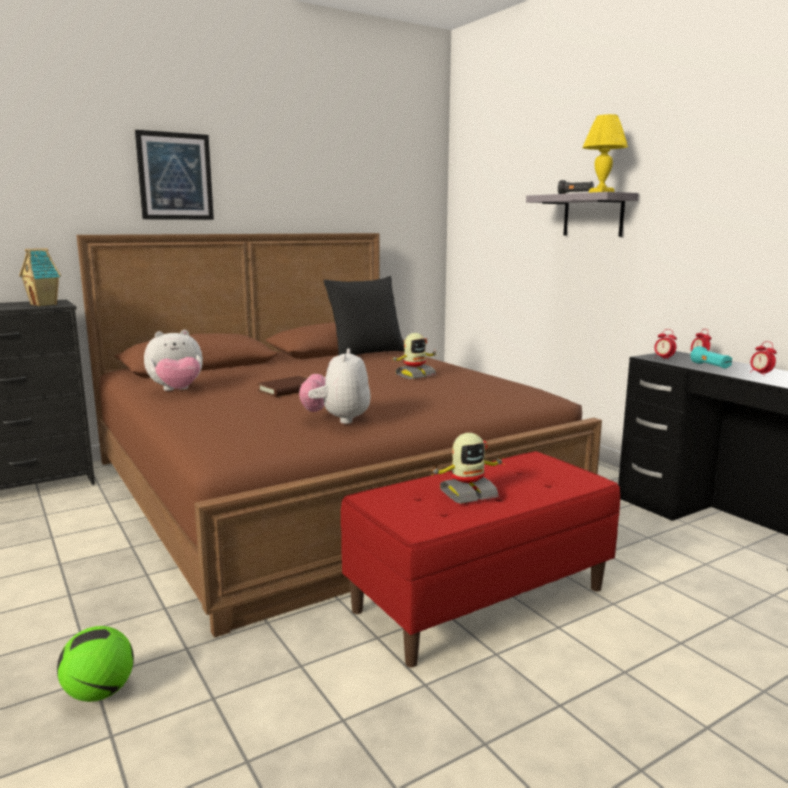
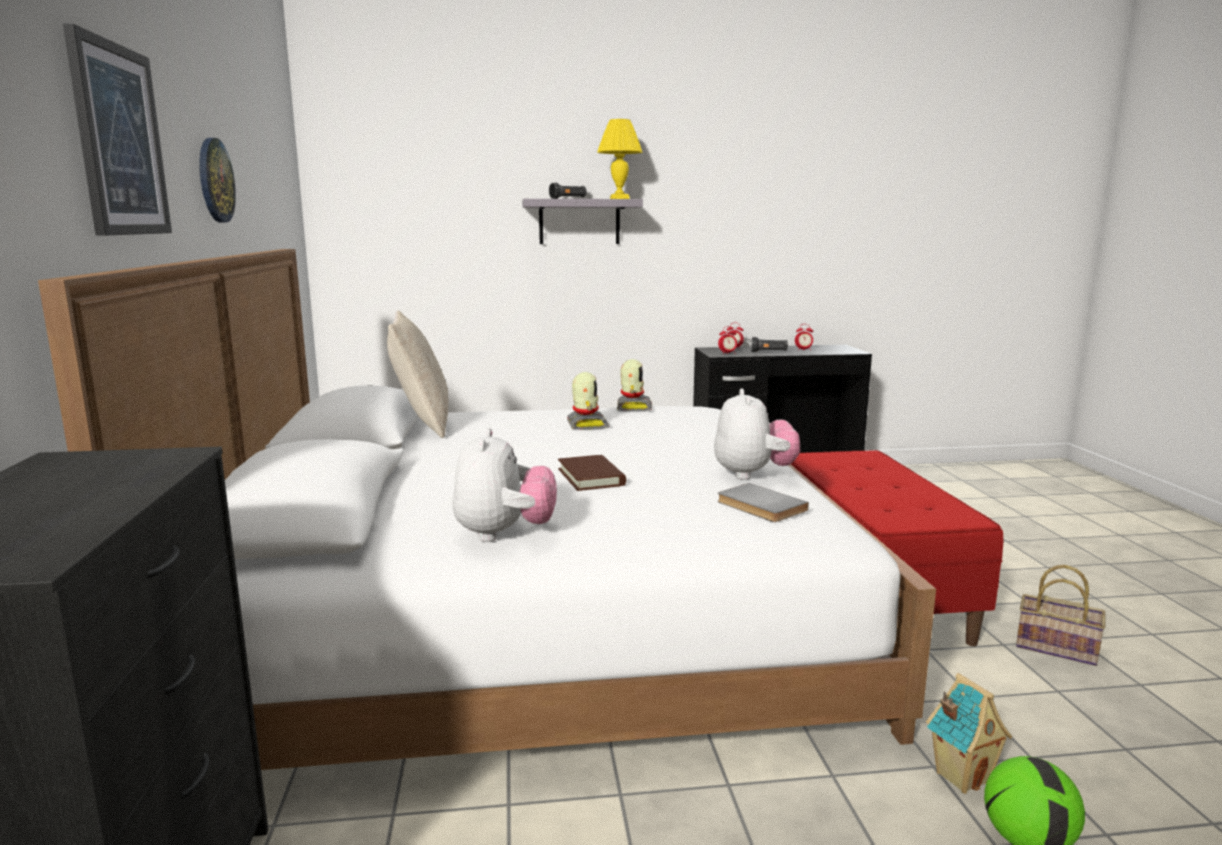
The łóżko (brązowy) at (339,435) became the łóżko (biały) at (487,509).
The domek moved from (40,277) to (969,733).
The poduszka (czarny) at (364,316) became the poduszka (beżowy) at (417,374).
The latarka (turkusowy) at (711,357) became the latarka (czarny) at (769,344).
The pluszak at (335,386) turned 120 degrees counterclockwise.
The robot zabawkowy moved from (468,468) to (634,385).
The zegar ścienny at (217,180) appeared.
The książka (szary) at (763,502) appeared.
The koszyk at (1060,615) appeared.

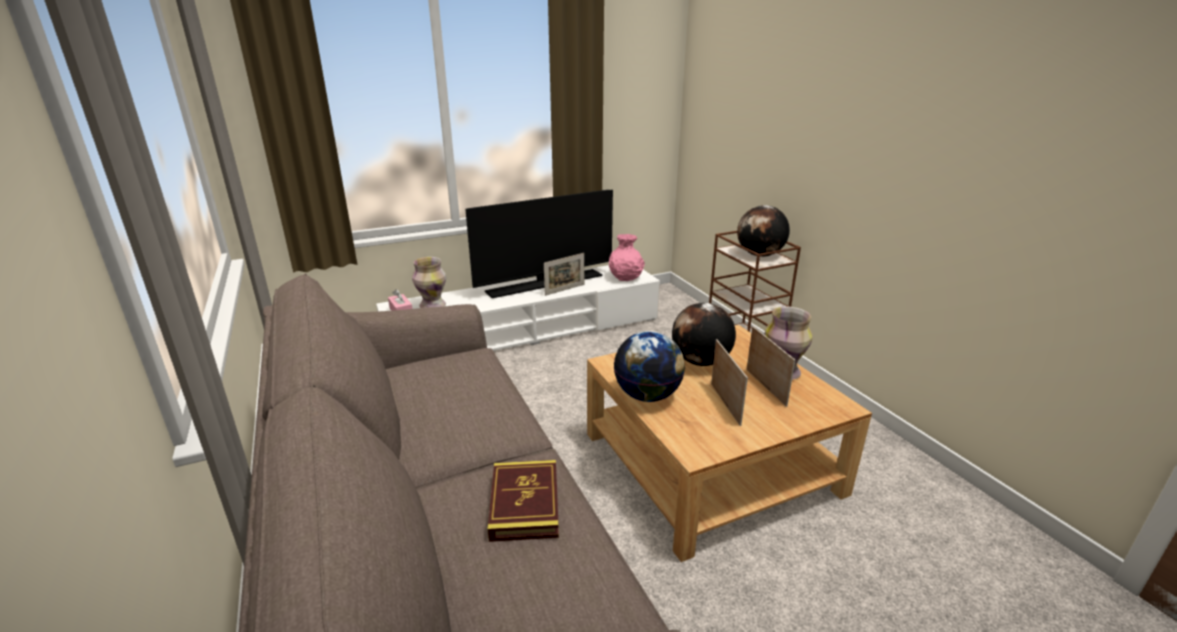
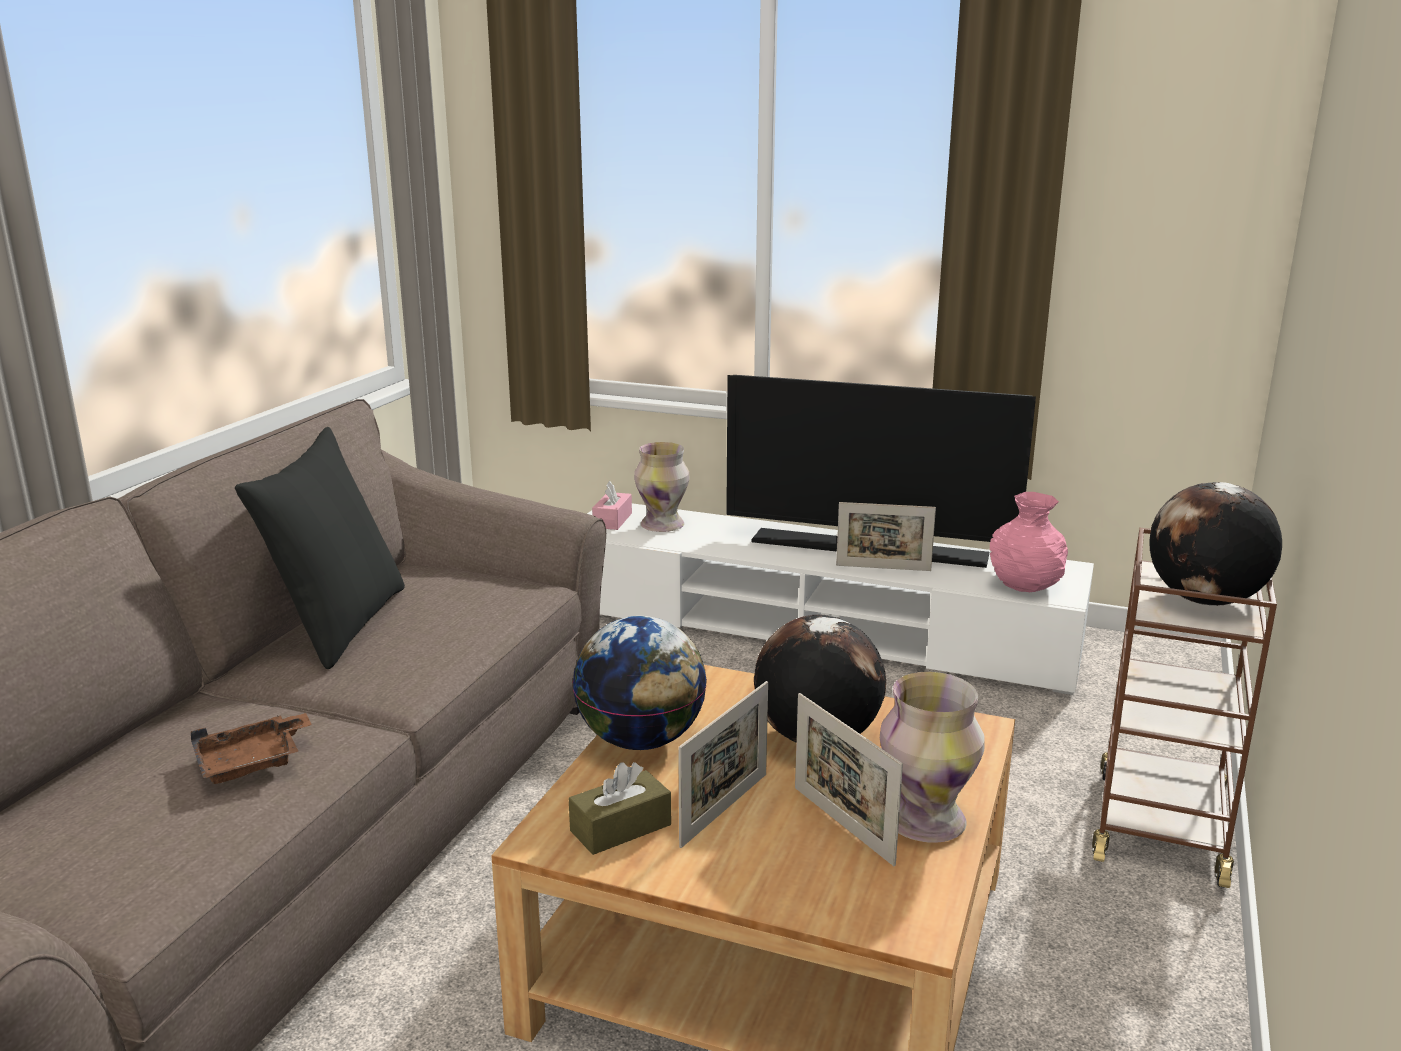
The ramka na zdjęcie at (771,366) turned 120 degrees clockwise.
The książka at (523,501) was replaced by the taca (brązowy) at (251,748).
The poduszka (czarny) at (320,548) appeared.
The pudełko chusteczek (brązowy) at (620,808) appeared.

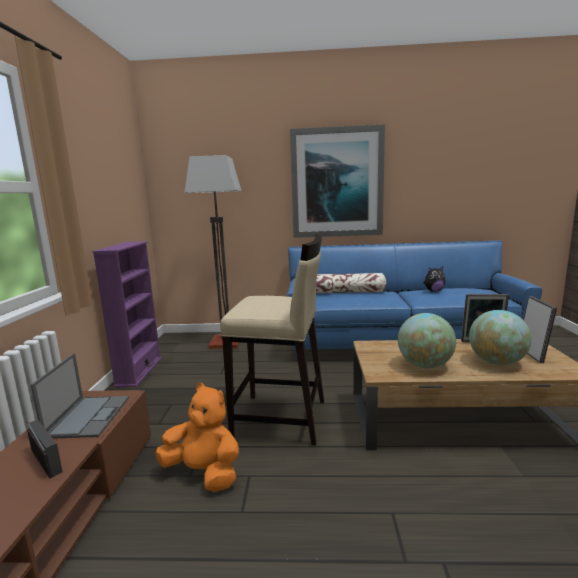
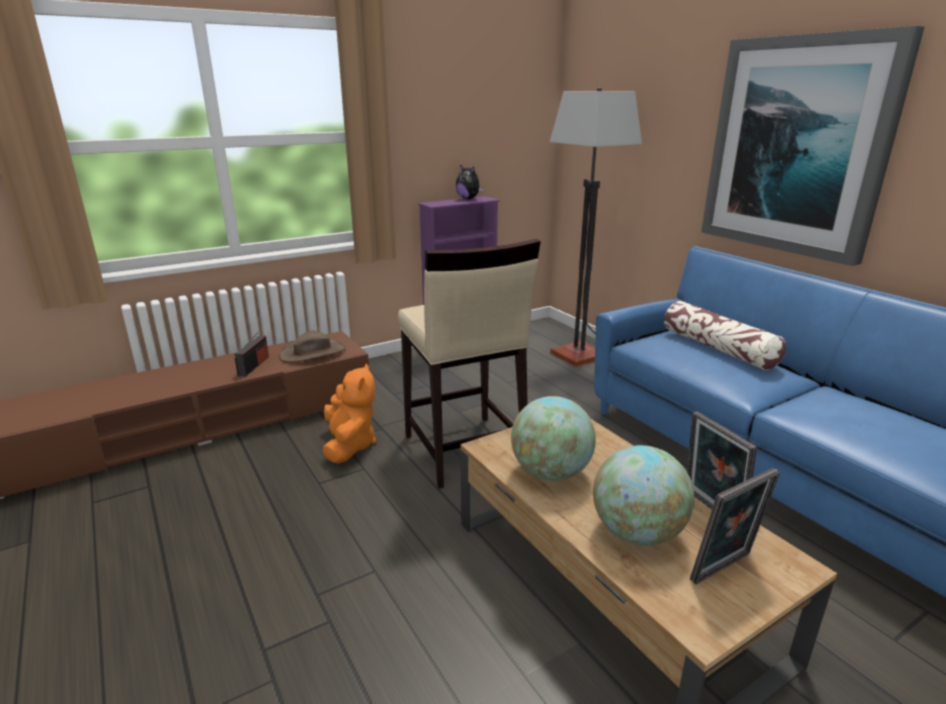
The pluszak moved from (434,279) to (470,181).
The laptop at (80,396) was replaced by the kapelusz (brązowy) at (312,347).

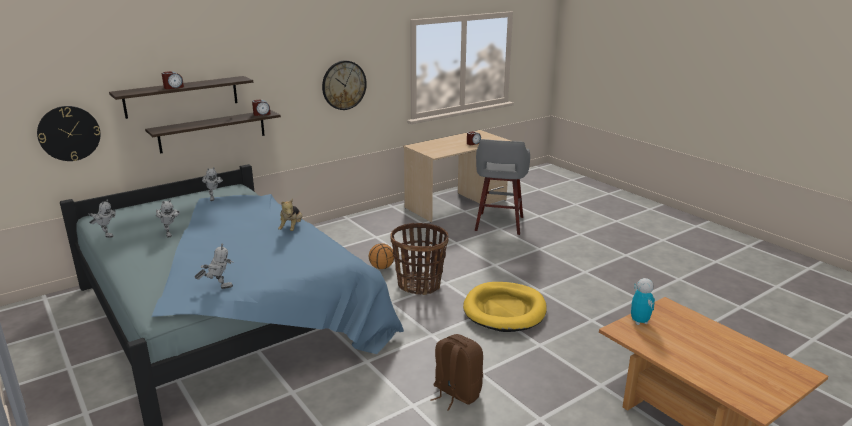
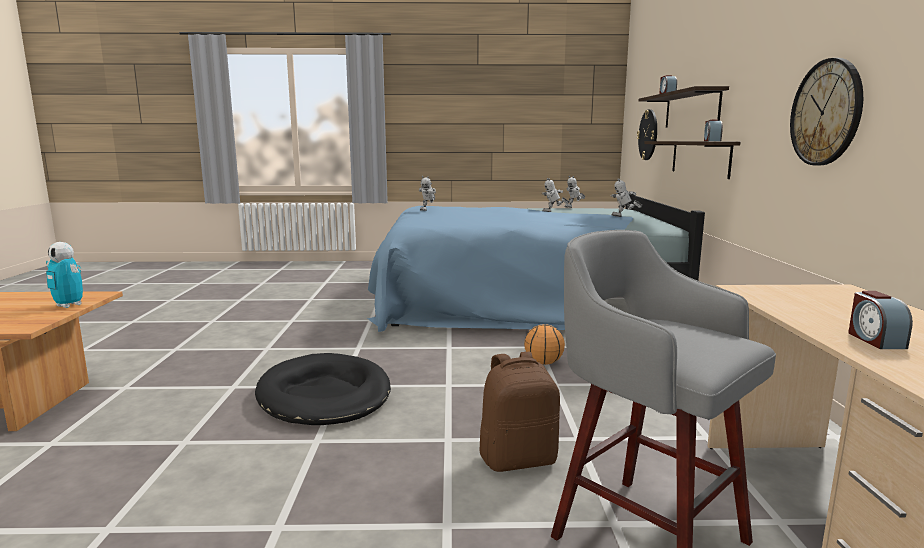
The pluszak at (290,215) disappeared.
The koszyk at (419,259) disappeared.
The legowisko (żółty) at (505,307) became the legowisko (czarny) at (323,389).
The plecak (brązowy) moved from (457,372) to (520,412).

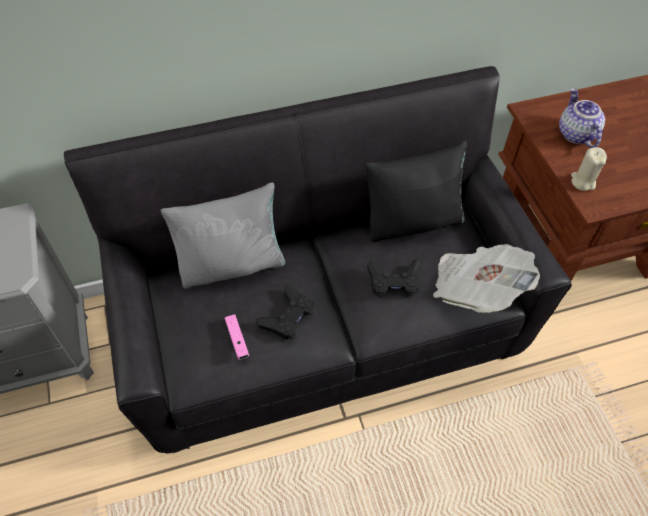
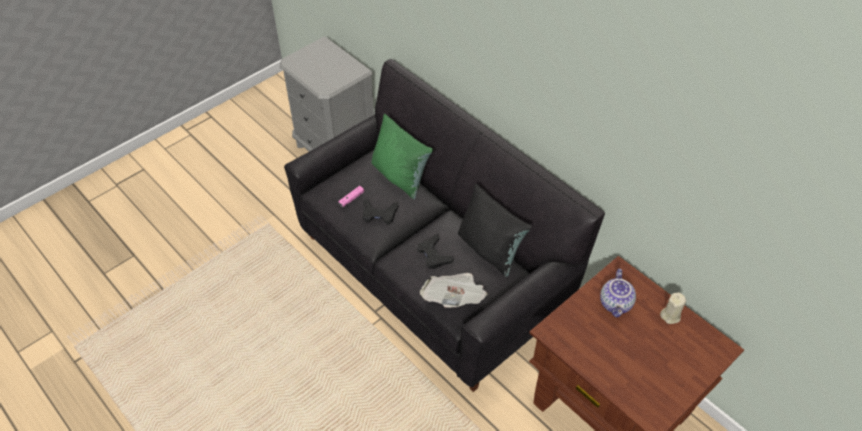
The imbryk at (582,118) turned 135 degrees clockwise.
The świeca (beżowy) moved from (589,169) to (673,308).
The poduszka (szary) at (223,235) became the poduszka (zielony) at (402,156).

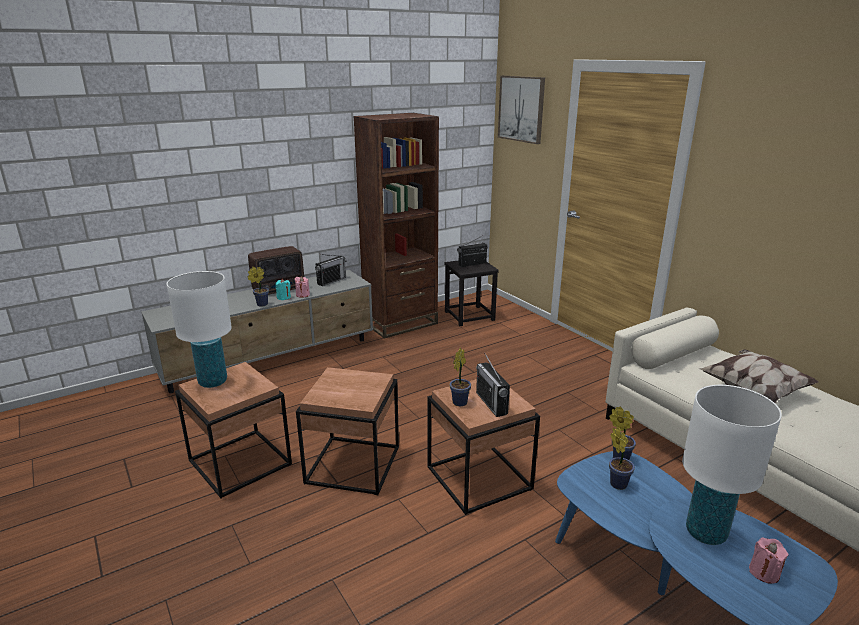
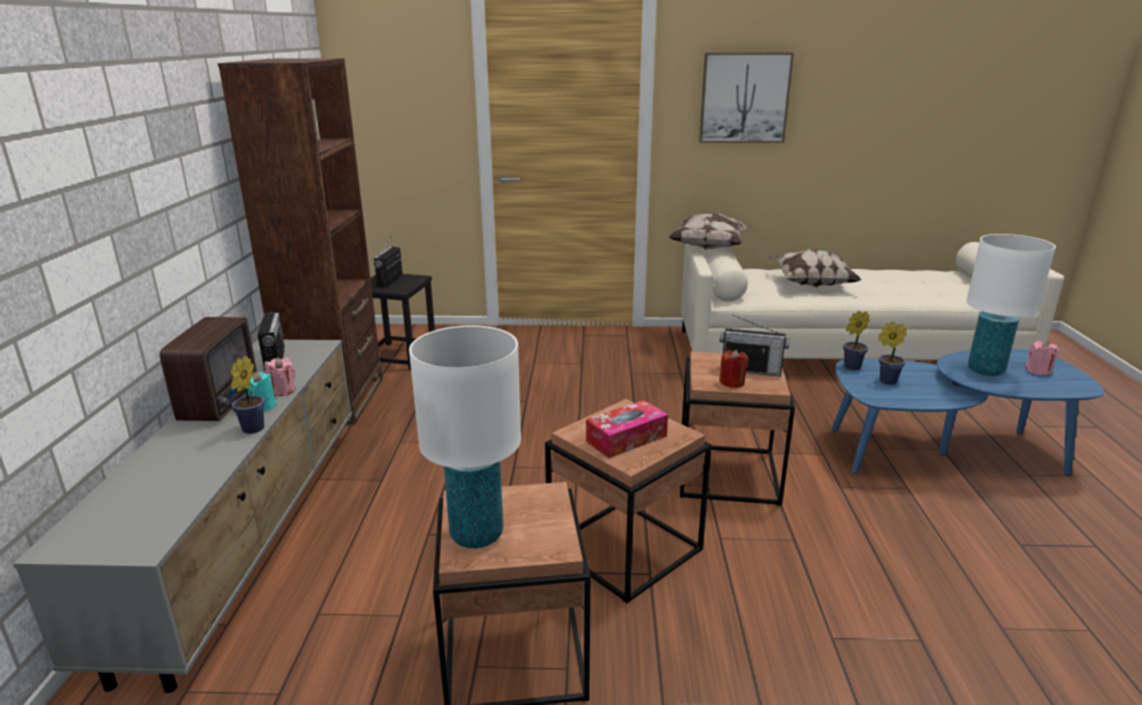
The obraz moved from (521,110) to (746,97).
The roślina doniczkowa at (460,377) was replaced by the świeca (czerwony) at (734,369).
The poduszka at (711,231) appeared.
The pudełko chusteczek at (627,429) appeared.

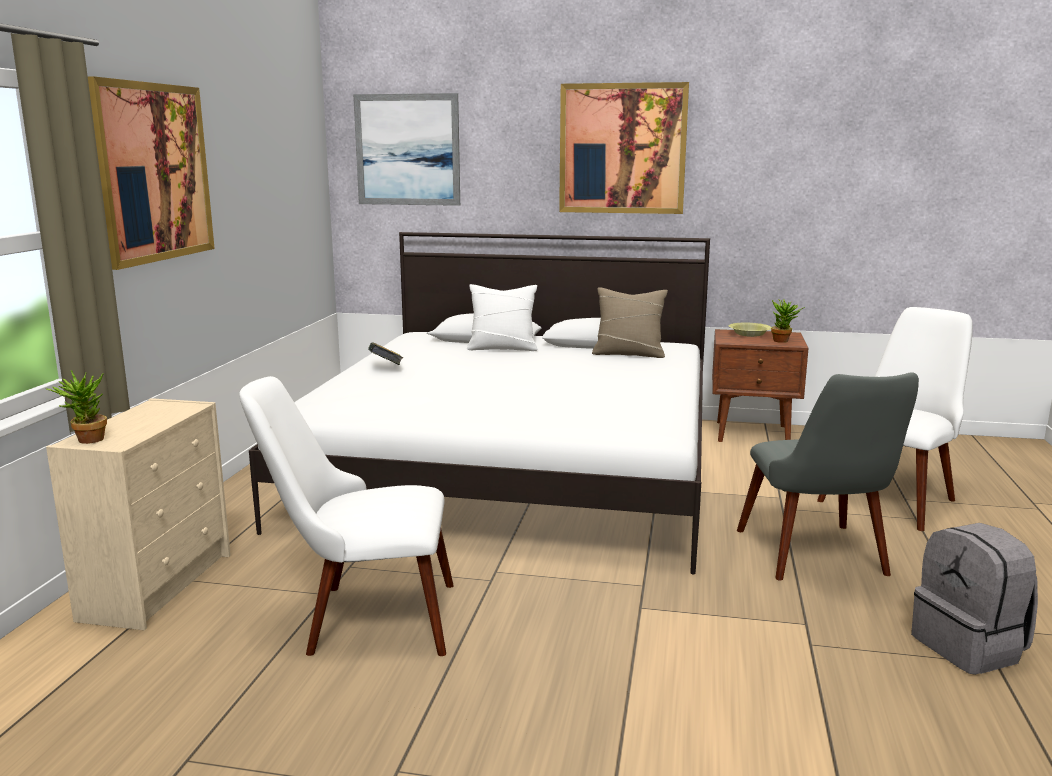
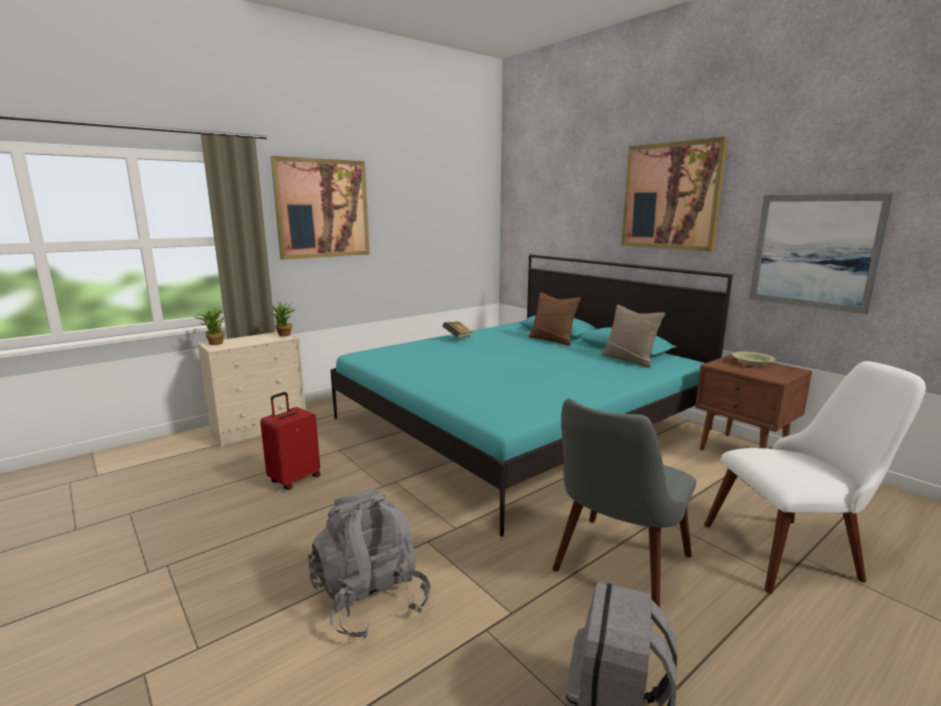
The obraz moved from (406,149) to (821,253).
The łóżko (biały) at (479,403) became the łóżko (turkusowy) at (532,395).
The poduszka (biały) at (502,317) became the poduszka (brązowy) at (554,319).
The roślina doniczkowa moved from (788,321) to (283,319).
The krzesło (biały) at (346,516) was replaced by the walizka (czerwony) at (290,441).
The plecak (szary) at (369,563) appeared.

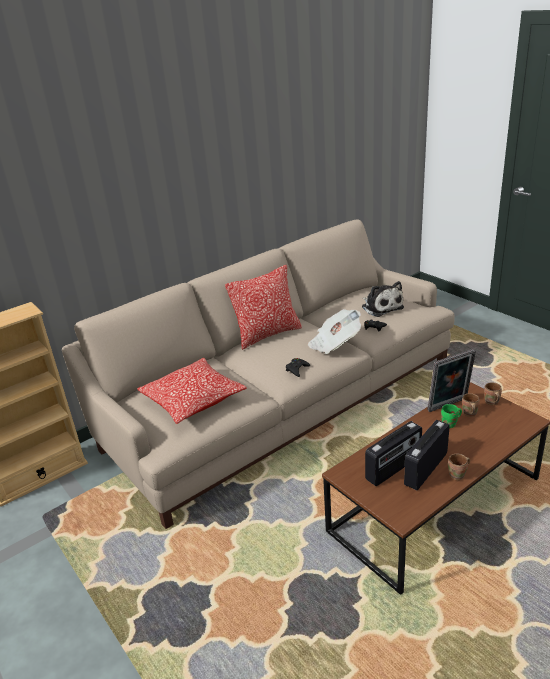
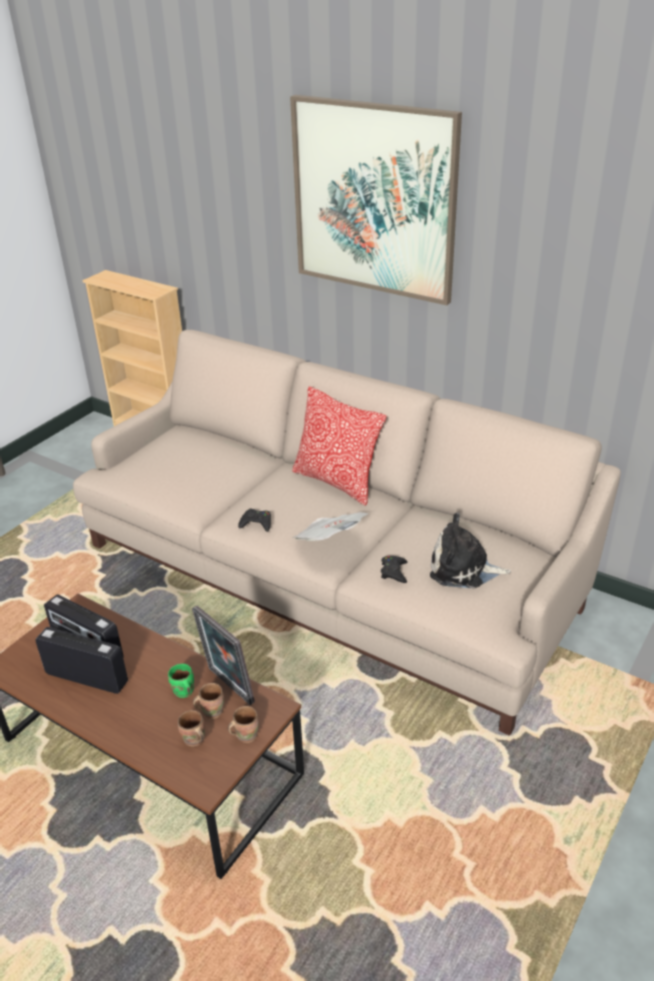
The pluszak at (383,299) turned 60 degrees clockwise.
The poduszka at (192,391) disappeared.
The kubek (brązowy) moved from (459,467) to (191,728).
The obraz at (376,200) appeared.

